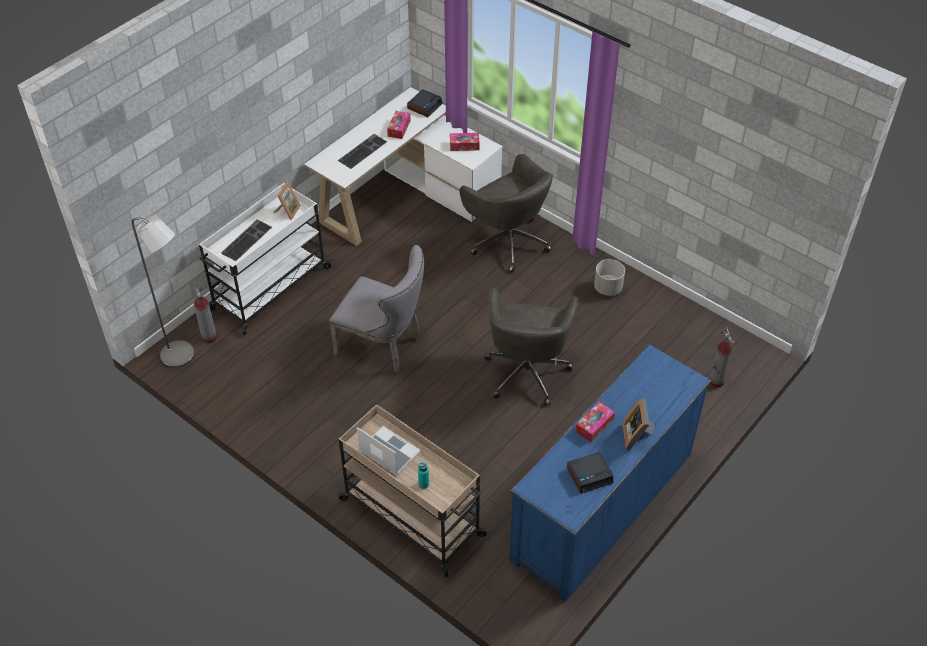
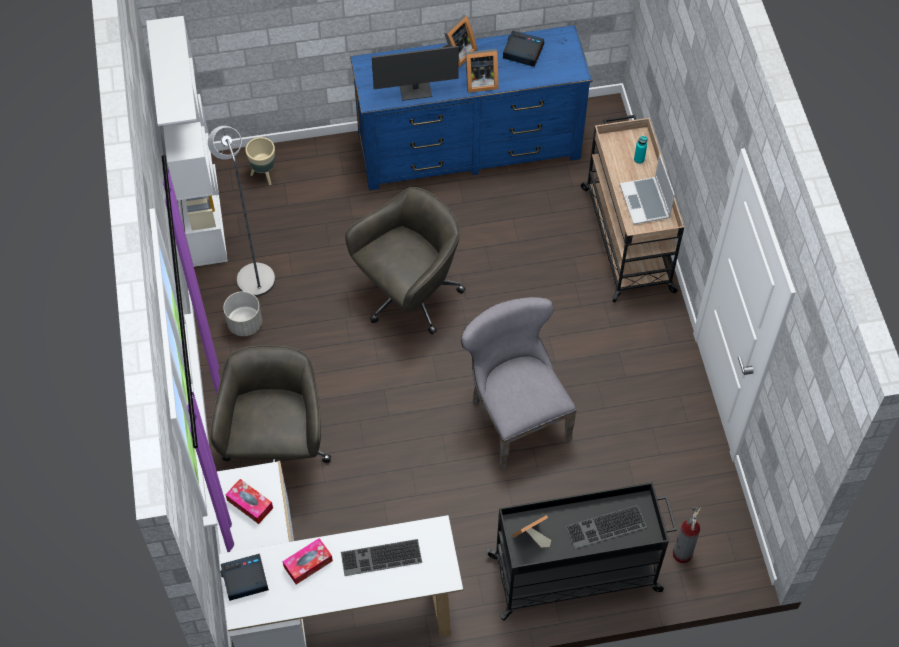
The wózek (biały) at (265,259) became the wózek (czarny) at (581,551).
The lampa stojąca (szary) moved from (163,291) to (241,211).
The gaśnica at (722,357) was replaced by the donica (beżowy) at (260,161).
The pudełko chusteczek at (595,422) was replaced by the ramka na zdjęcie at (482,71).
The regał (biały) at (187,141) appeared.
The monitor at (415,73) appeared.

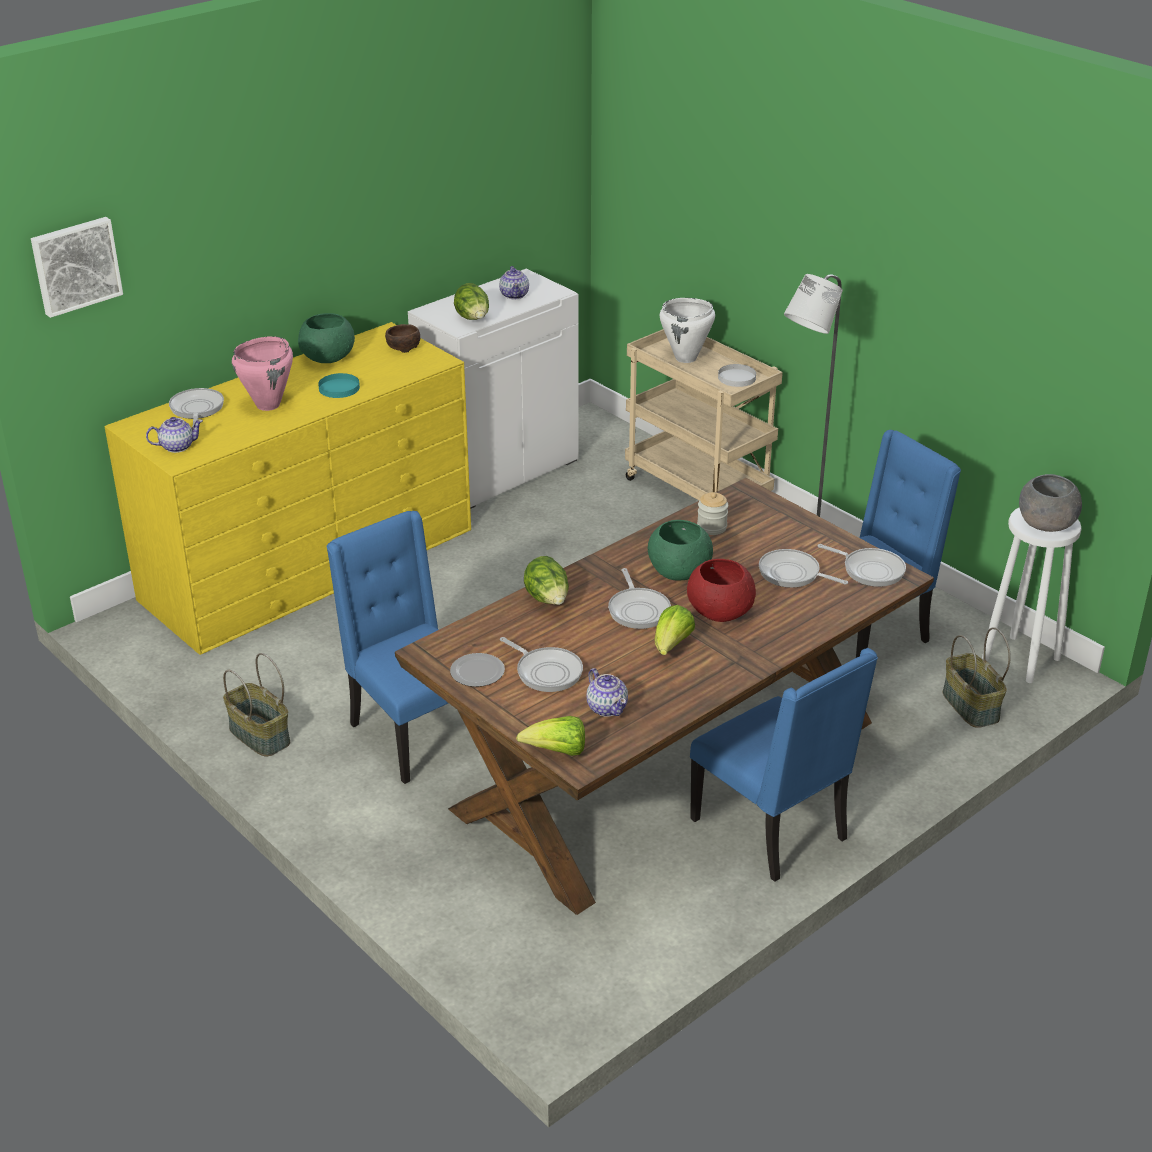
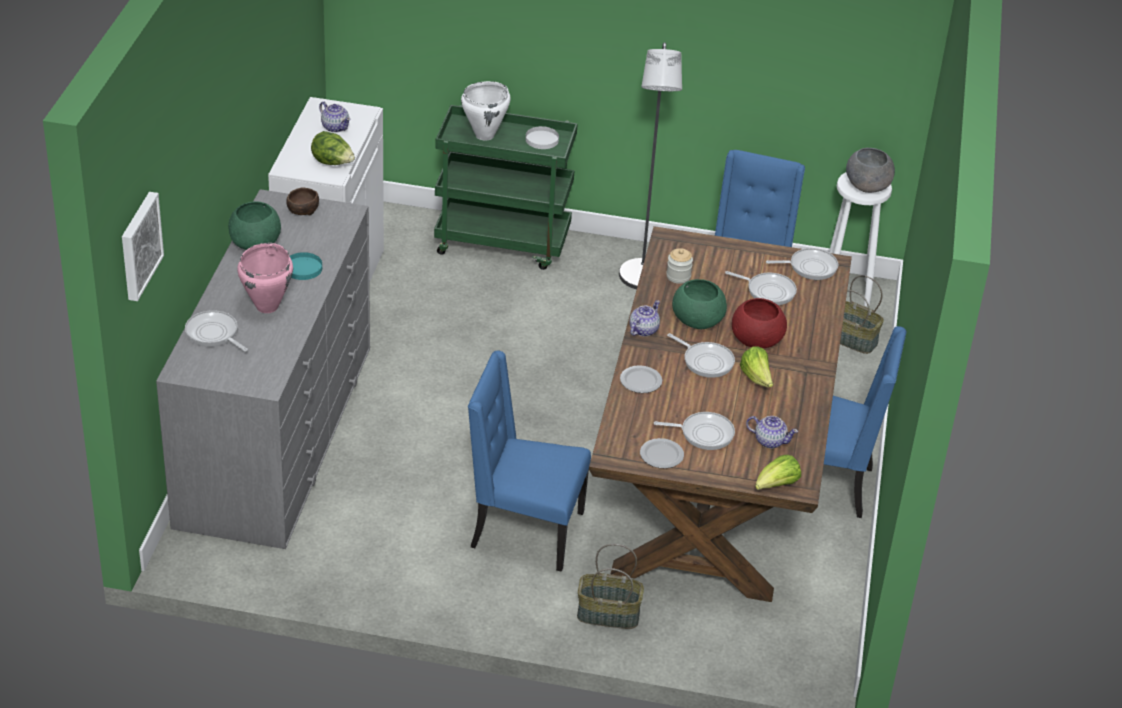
The komoda (żółty) at (287,488) became the komoda (szary) at (263,369).
The wózek (beżowy) at (704,414) became the wózek (zielony) at (506,187).
The imbryk moved from (174,435) to (644,318).
The patelnia at (803,568) turned 150 degrees counterclockwise.
The sałata at (546,580) was replaced by the talerz at (641,379).
The koszyk moved from (256,705) to (610,586).

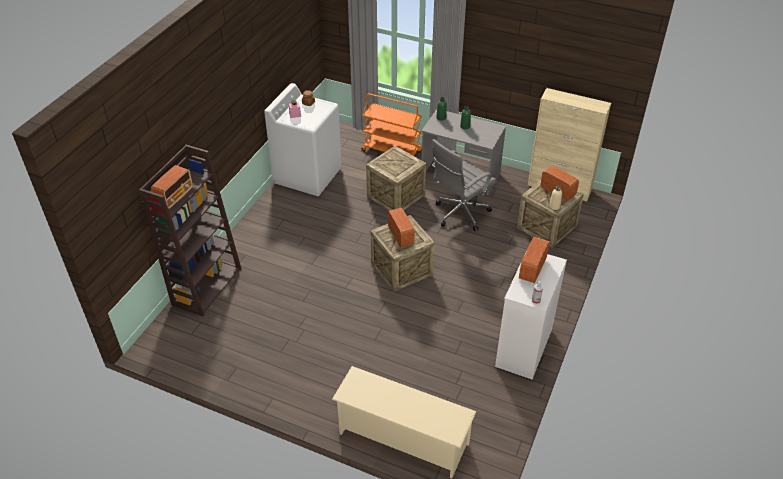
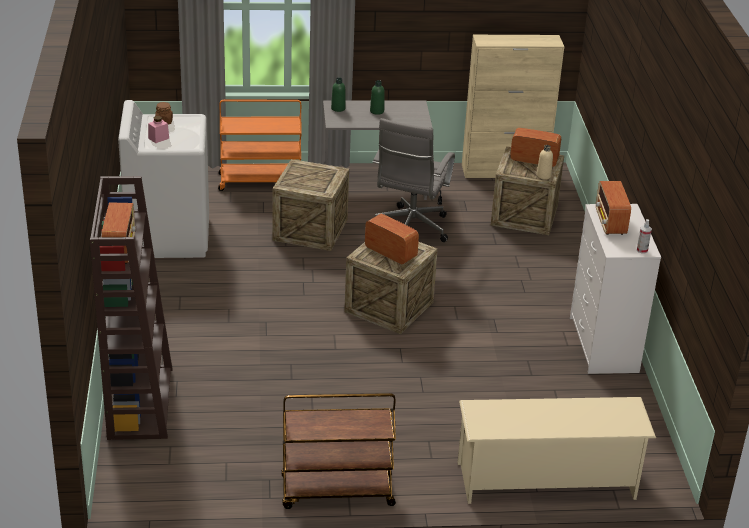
The wózek (brązowy) at (339,451) appeared.

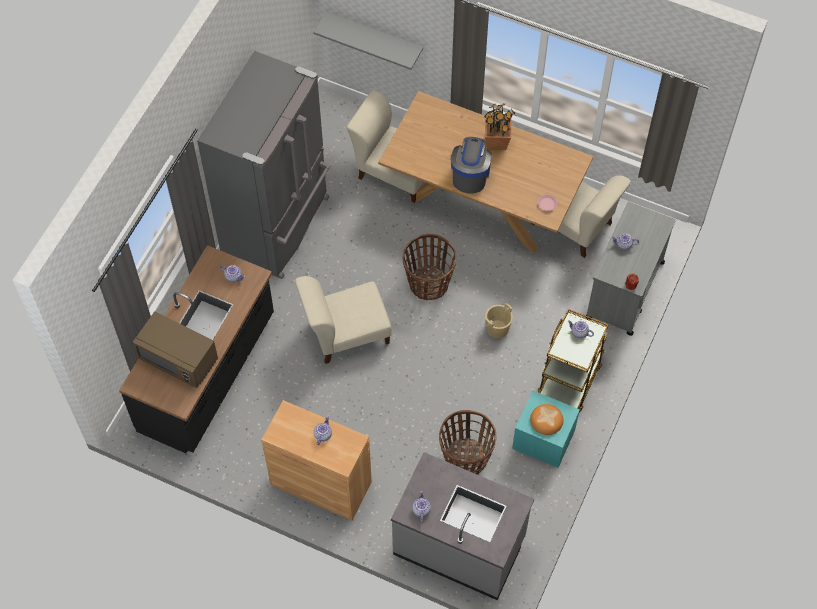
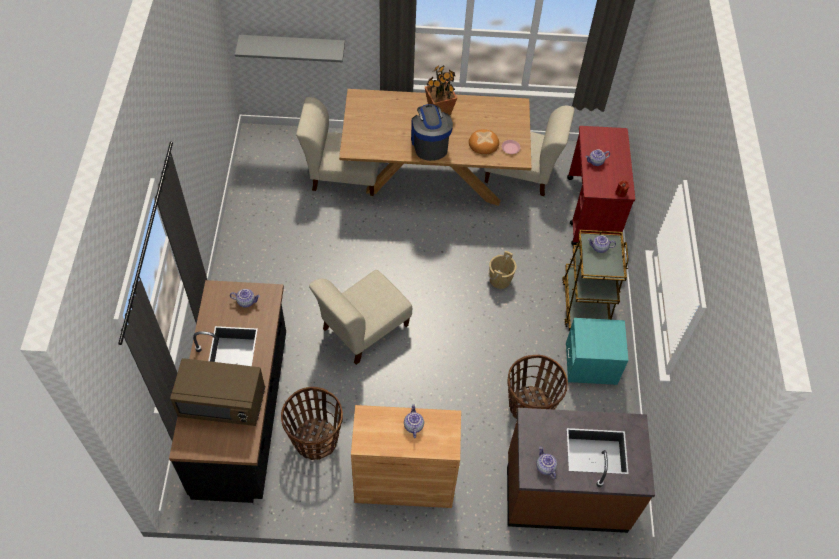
The lodówka (szary) at (264,165) disappeared.
The wózek (szary) at (631,269) became the wózek (czerwony) at (601,186).
The koszyk moved from (429,267) to (312,423).
The chleb moved from (547,419) to (484,142).
The zabudowa kuchenna (szary) at (462,526) became the zabudowa kuchenna (brązowy) at (581,470).

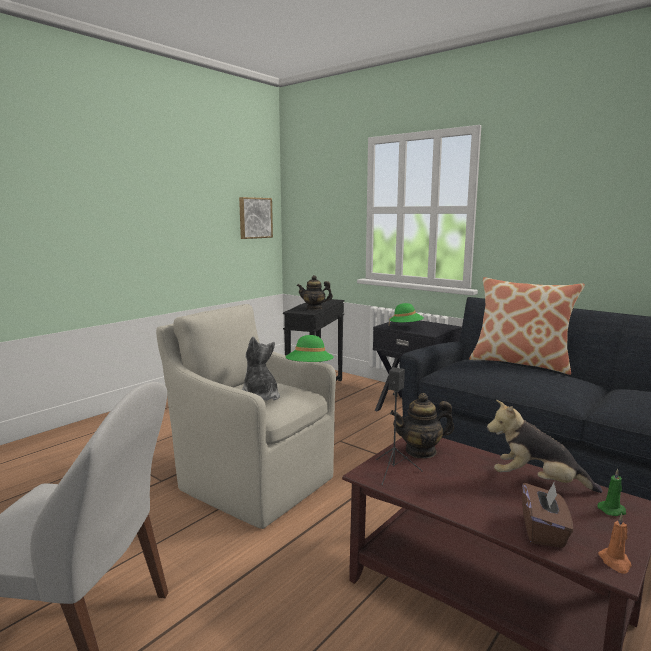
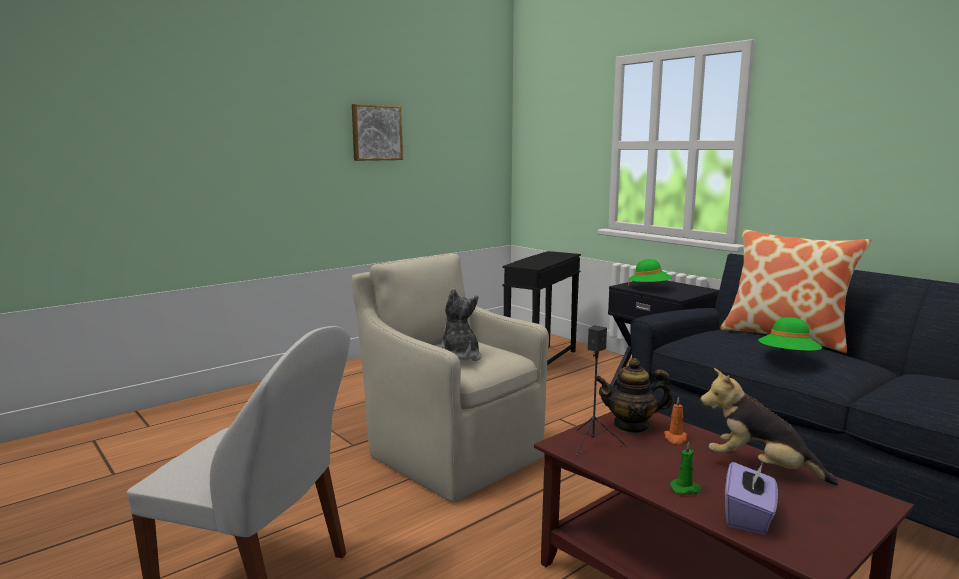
The obraz moved from (256,218) to (377,132).
The imbryk at (315,292) disappeared.
The kapelusz (zielony) moved from (310,348) to (790,334).
The świeca (zielony) moved from (611,492) to (686,467).
The pudełko chusteczek (brązowy) at (547,515) became the pudełko chusteczek (fioletowy) at (751,498).
The świeca (pomarańczowy) moved from (615,544) to (675,420).

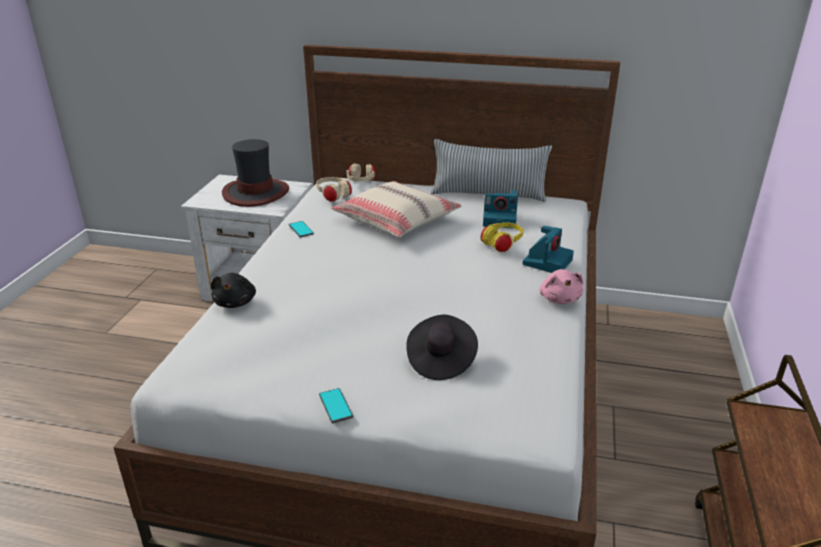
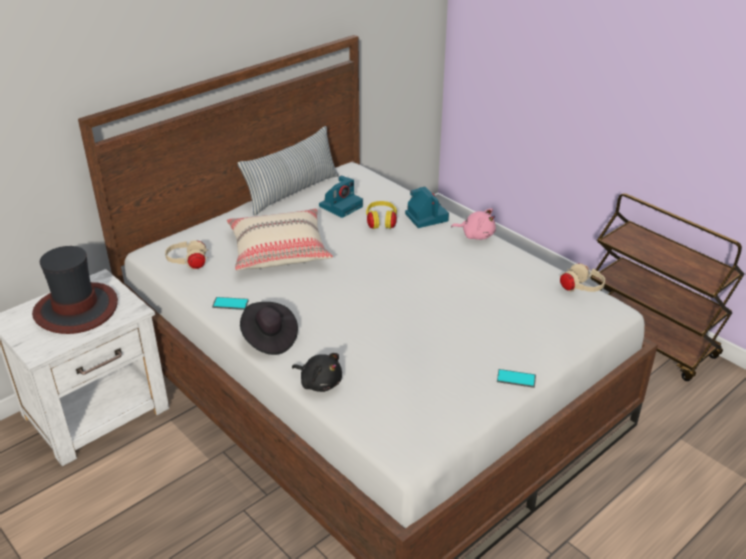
The słuchawki (beżowy) moved from (361,172) to (582,277).
The kapelusz (czarny) moved from (442,347) to (269,328).

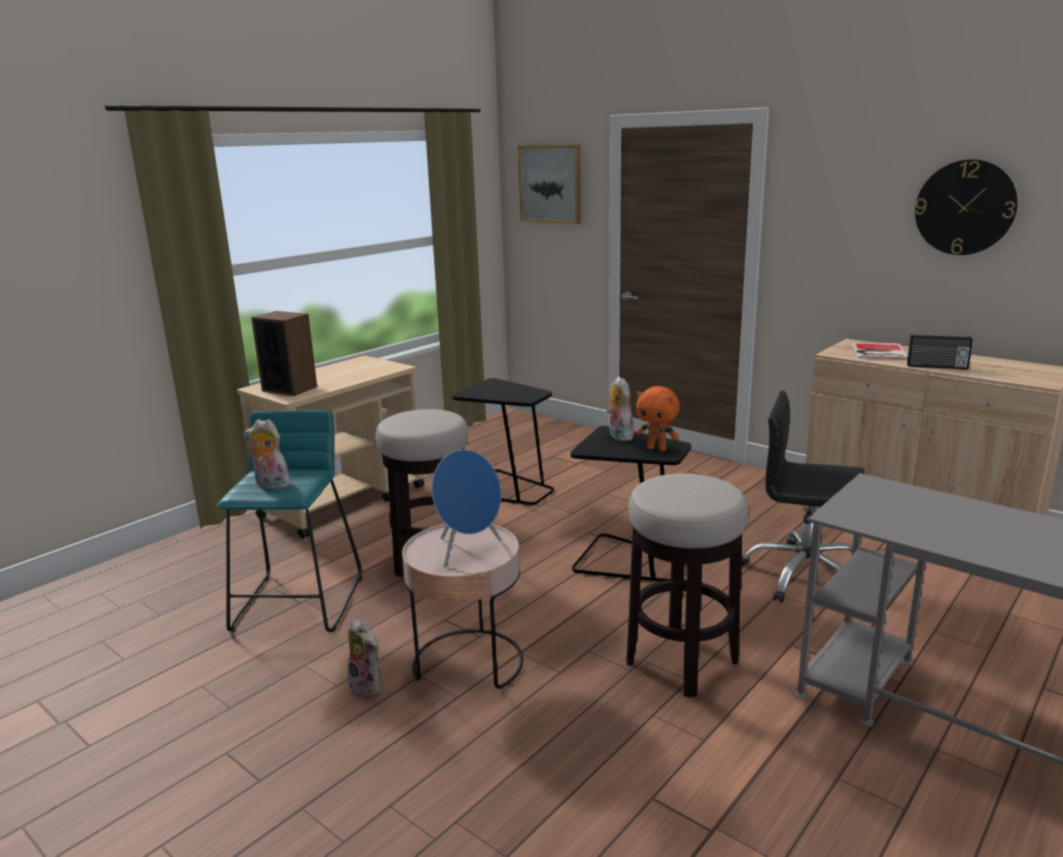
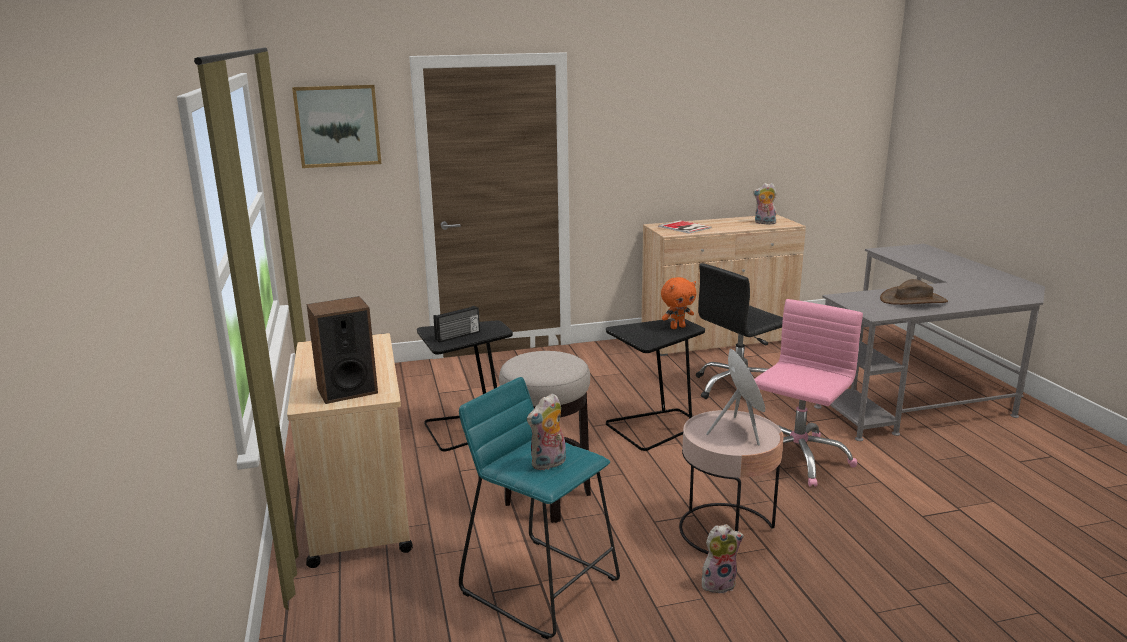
The zegar ścienny at (966,207) disappeared.
The radio moved from (940,351) to (456,324).
The pluszak moved from (621,408) to (765,203).
The stołek at (687,585) was replaced by the krzesło biurowe (różowy) at (808,393).
The kapelusz (brązowy) at (914,292) appeared.

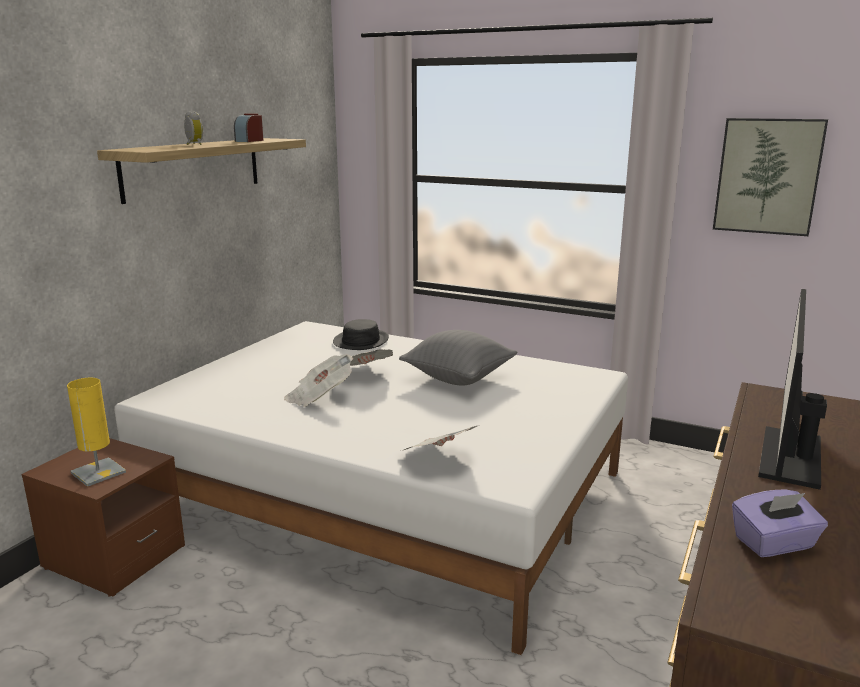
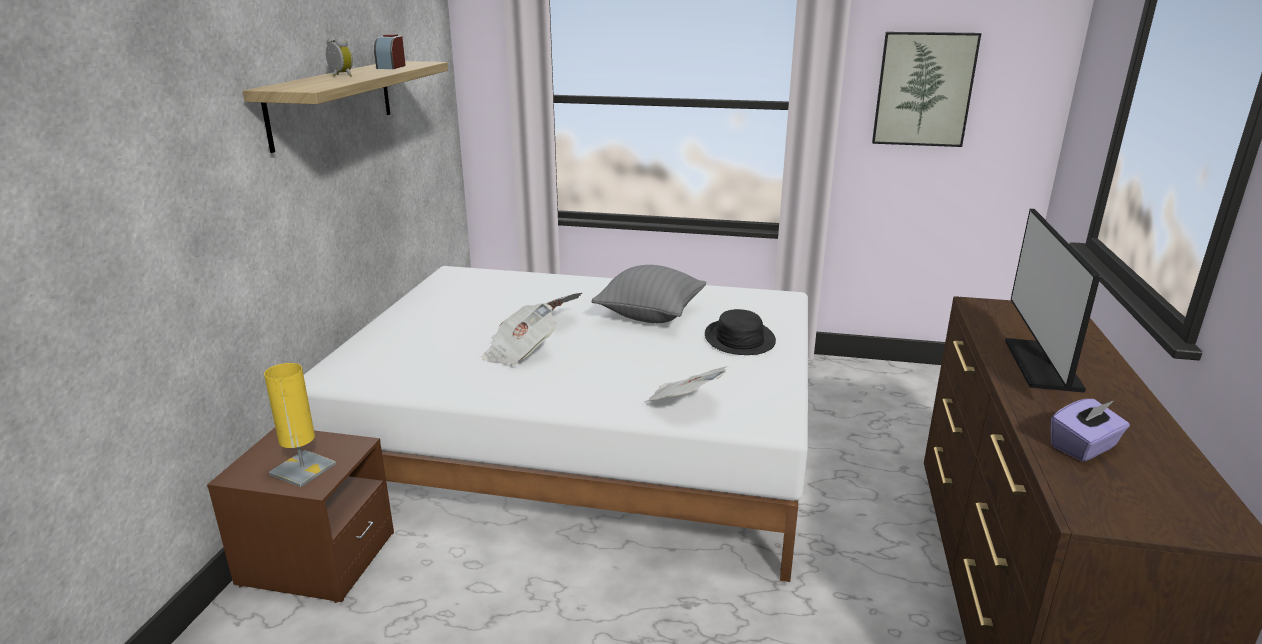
The kapelusz (czarny) moved from (361,334) to (740,332).

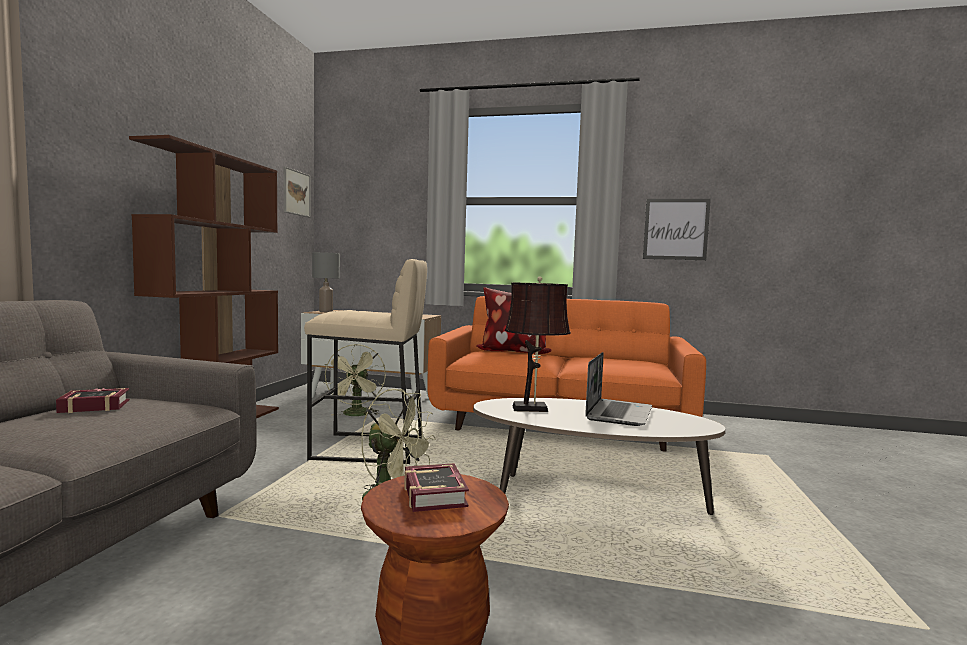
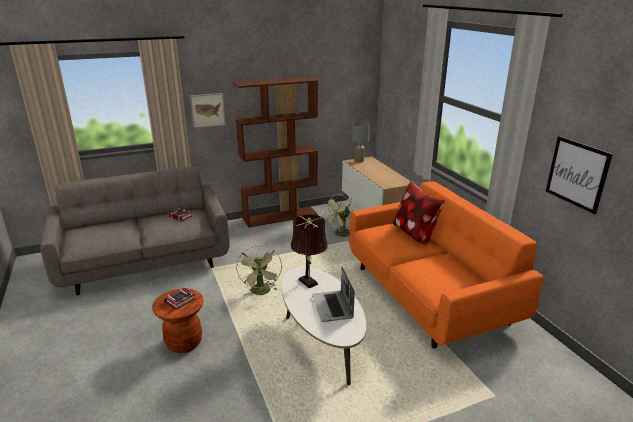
The obraz moved from (297,191) to (208,110).
The stołek (beżowy) at (365,361) disappeared.
The laptop at (619,389) turned 90 degrees clockwise.

